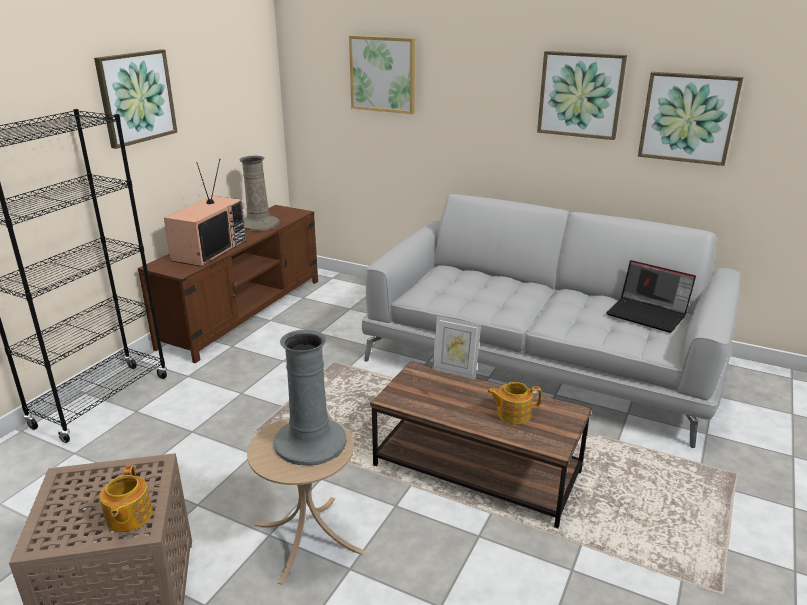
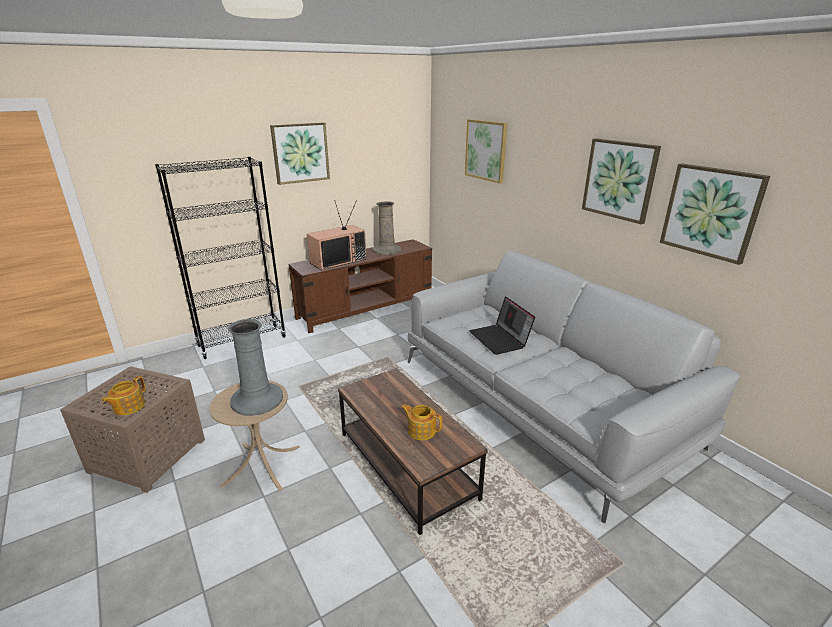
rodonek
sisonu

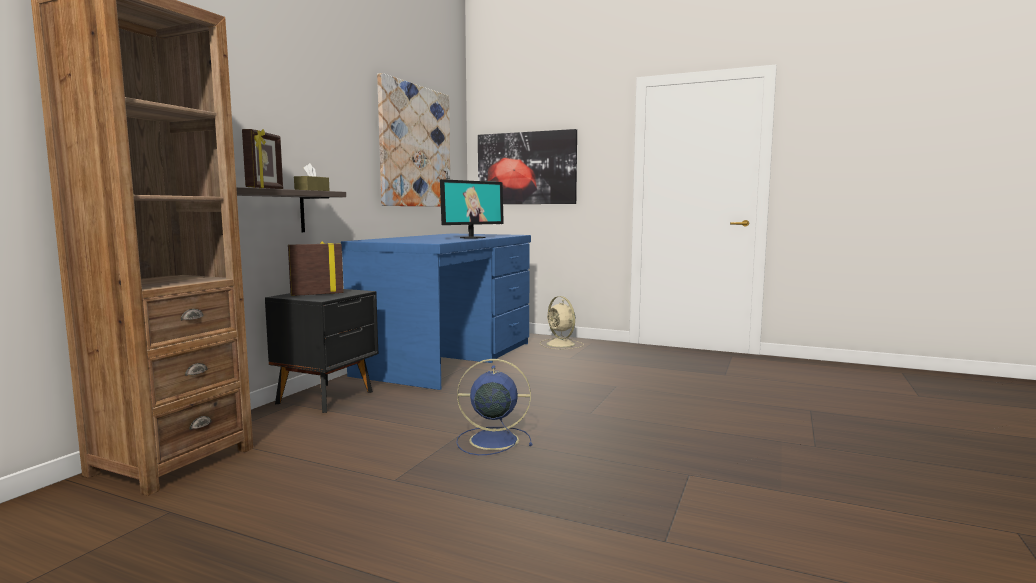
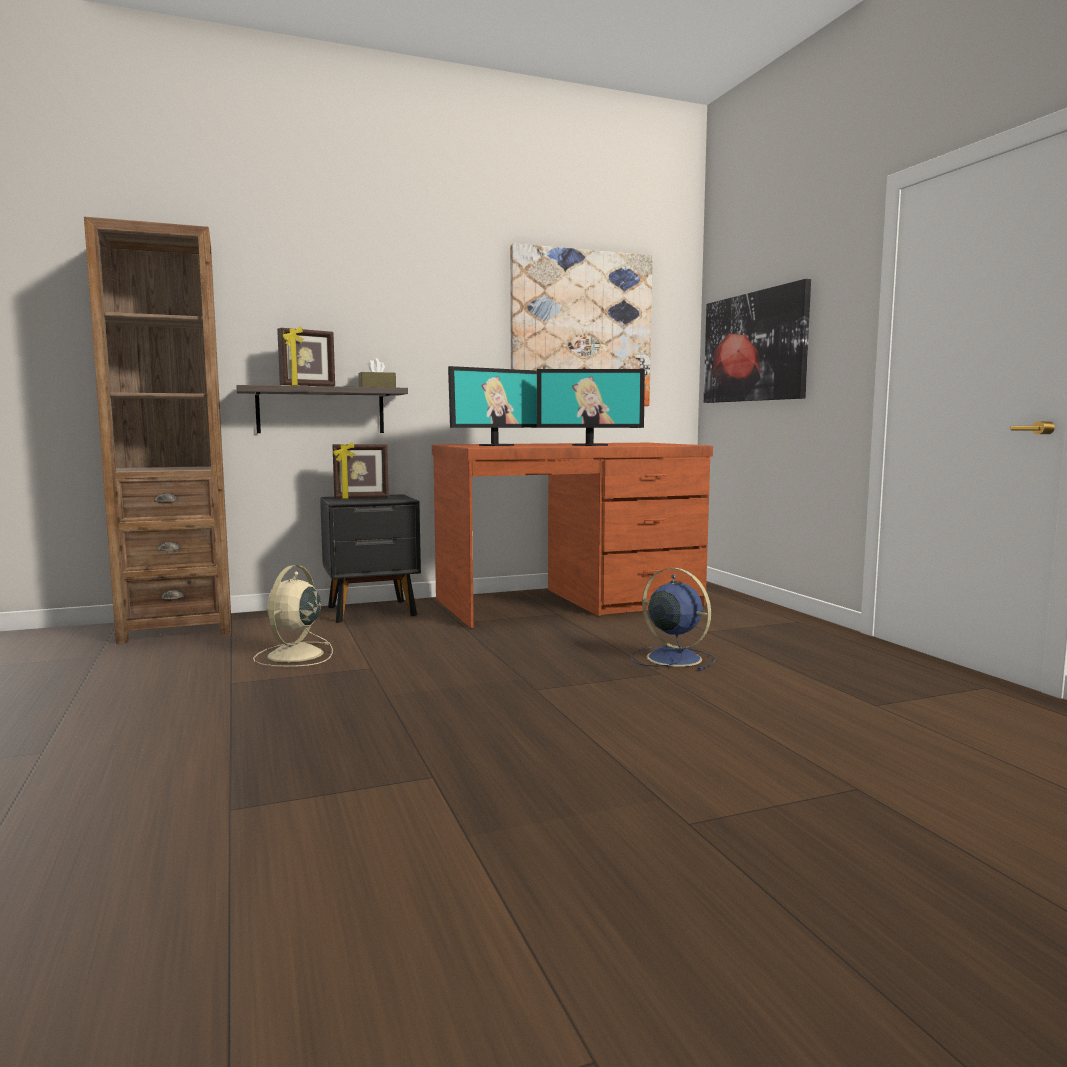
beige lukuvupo
sisonu (2nd from left)
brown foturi
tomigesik (1st from left)
blue lukuvupo

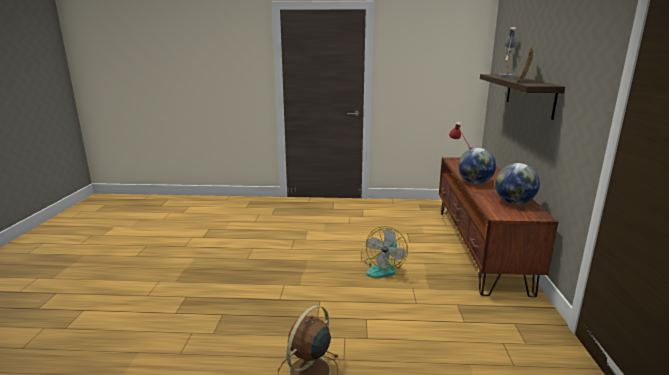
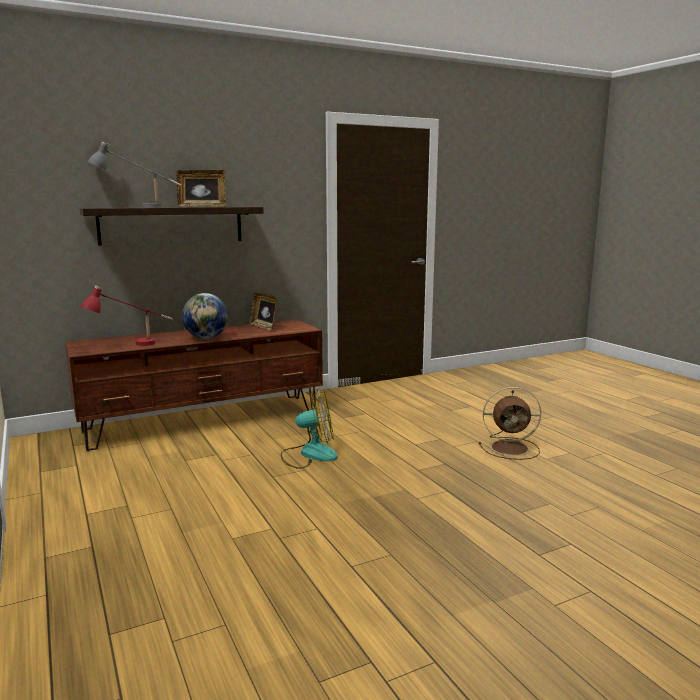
sisonu (2nd from left)

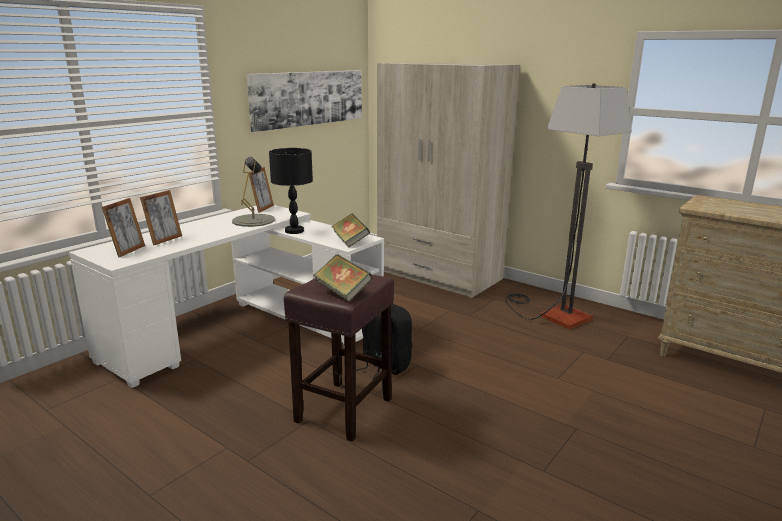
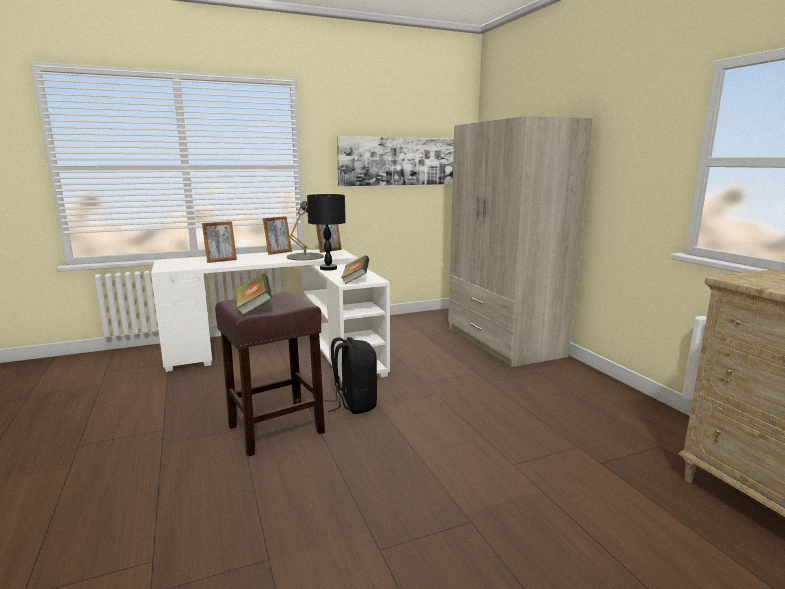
sisonu (2nd from left)
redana

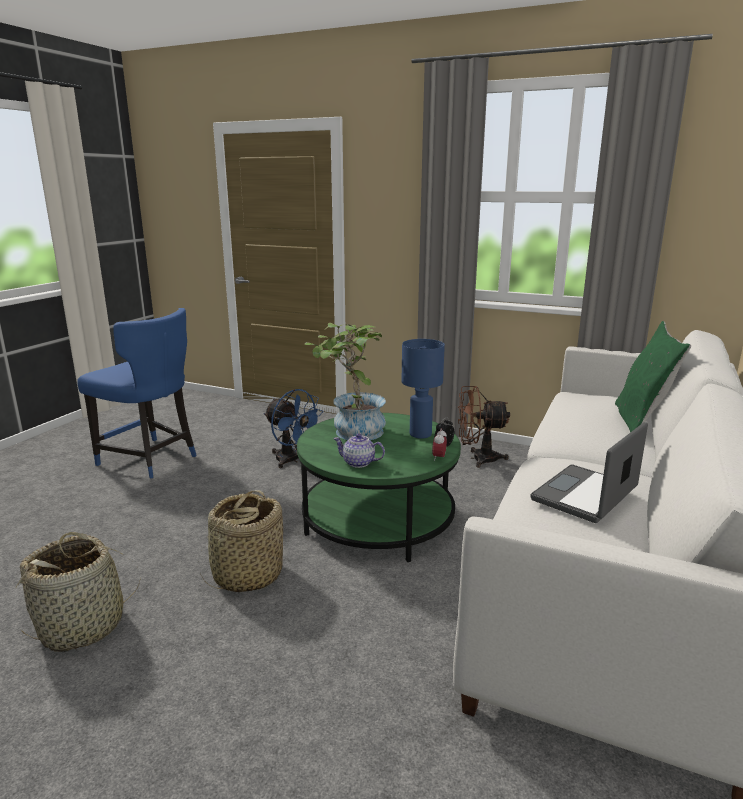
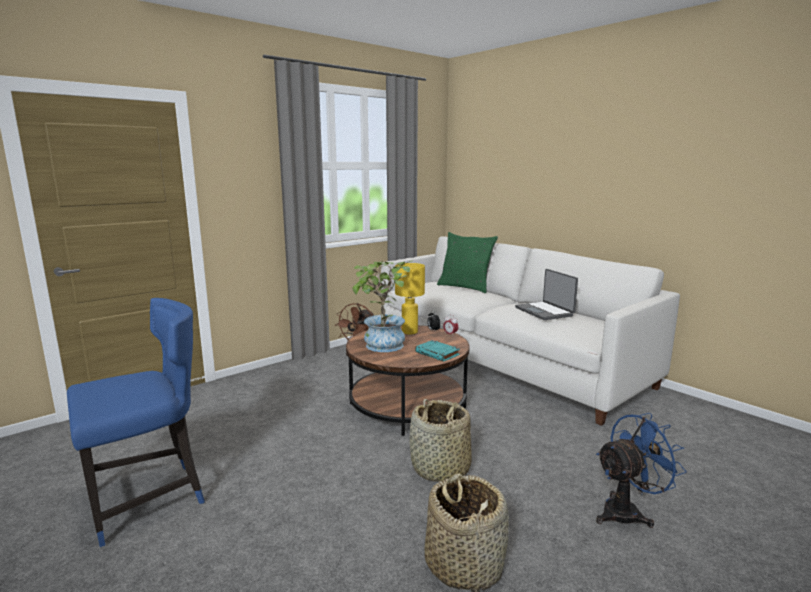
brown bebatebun
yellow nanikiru
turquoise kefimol
blue lukuvupo

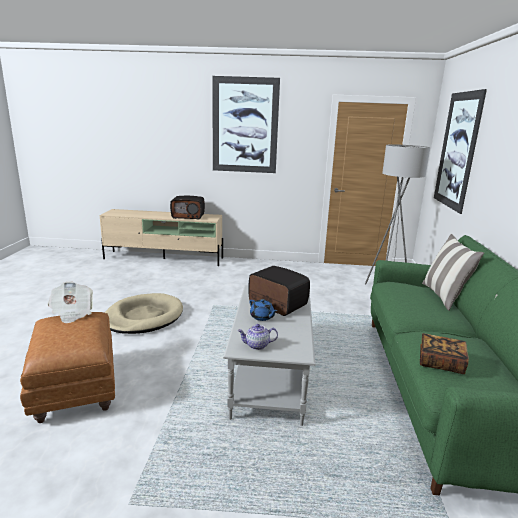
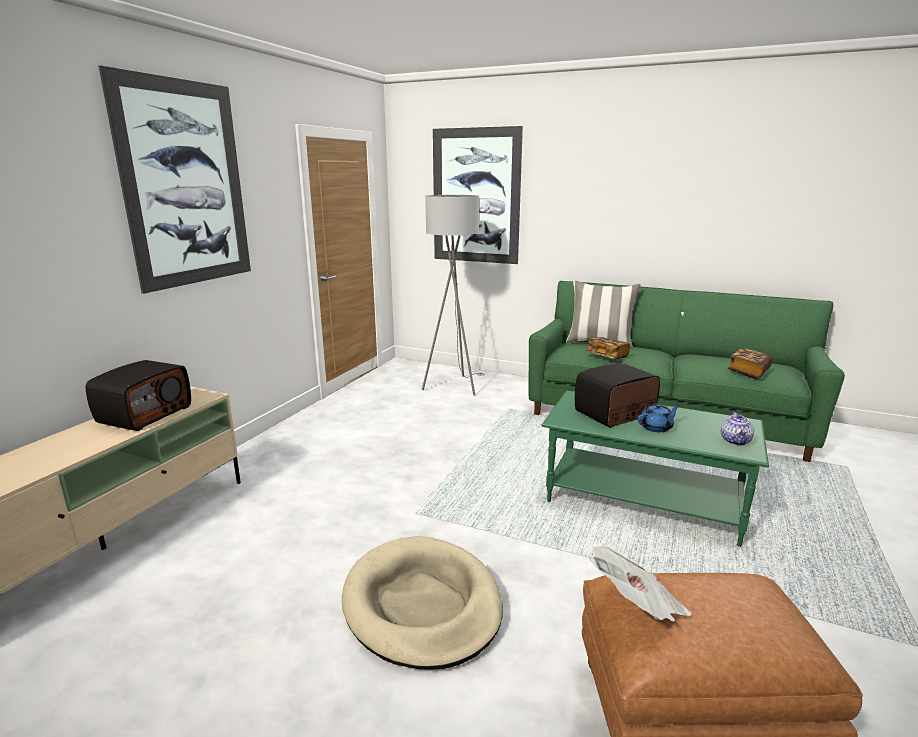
green bebatebun
kefimol (1st from left)

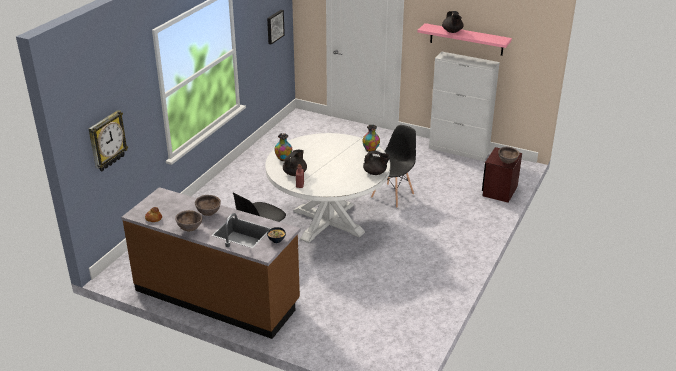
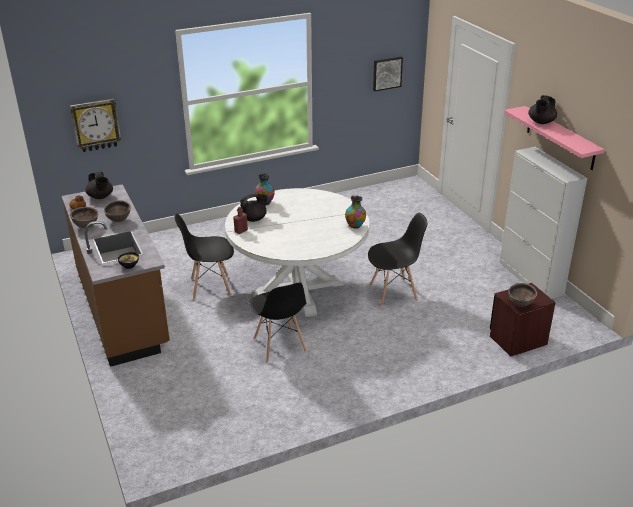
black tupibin (1st from left)
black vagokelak (2nd from left)

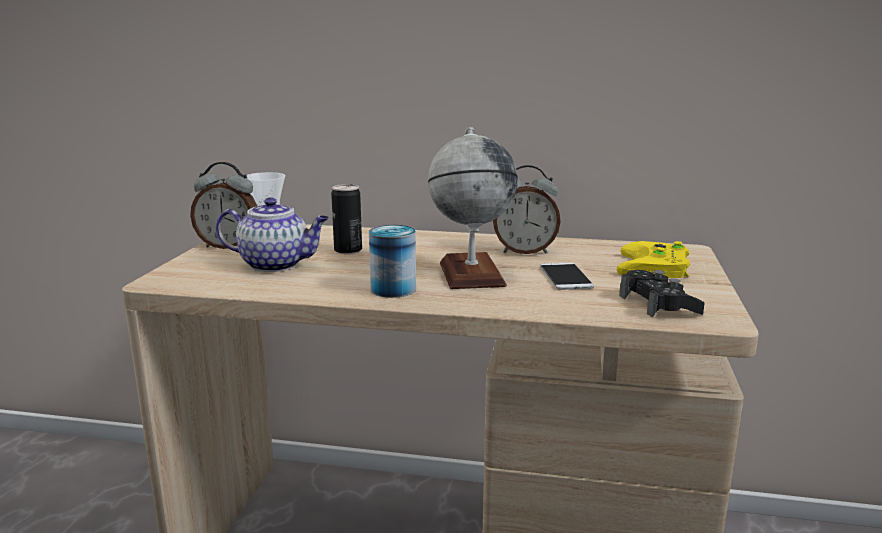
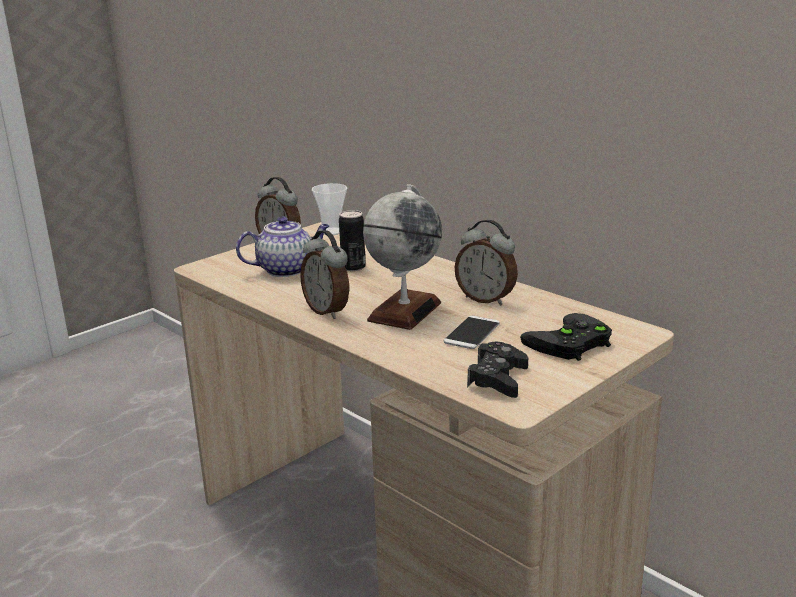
tupibin
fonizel (2nd from left)
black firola (2nd from left)

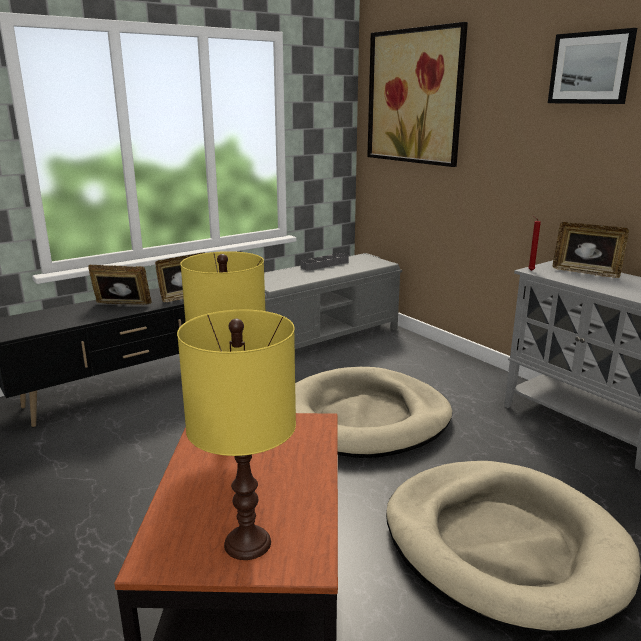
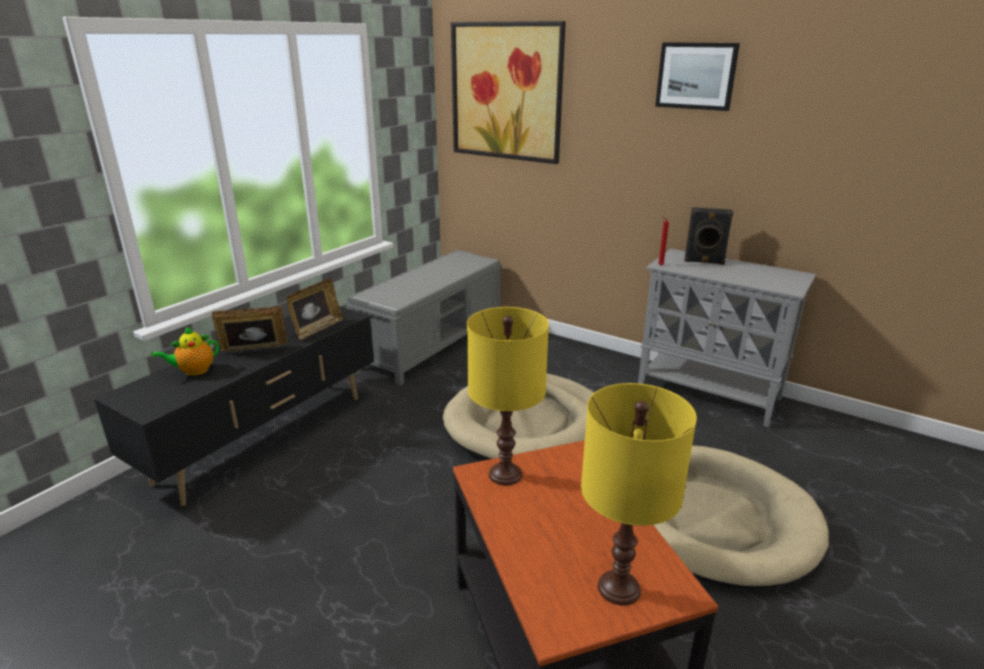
tupibin
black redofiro
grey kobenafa

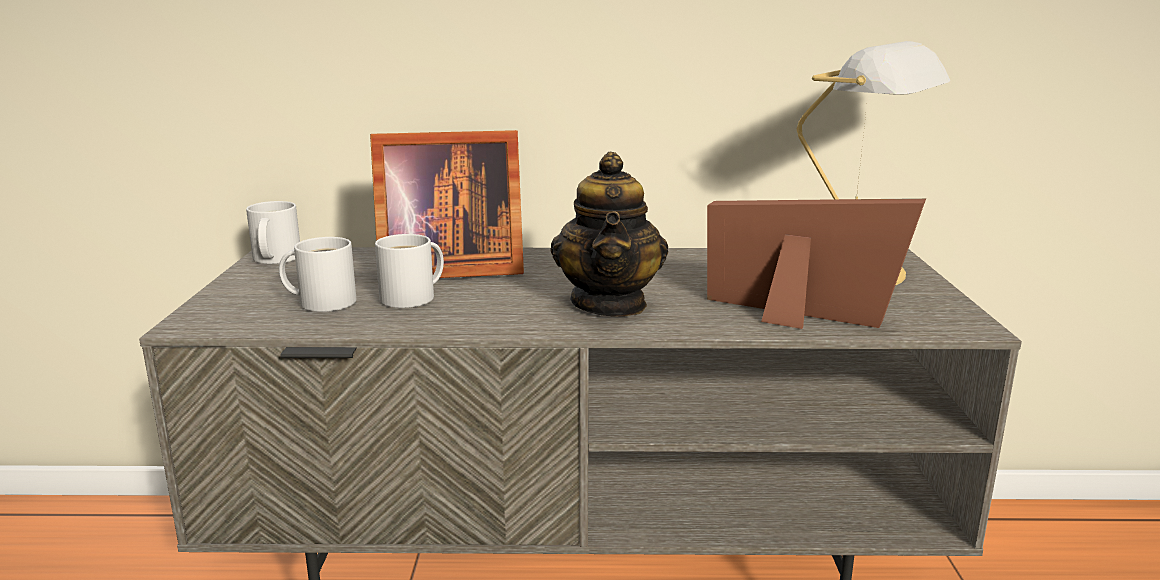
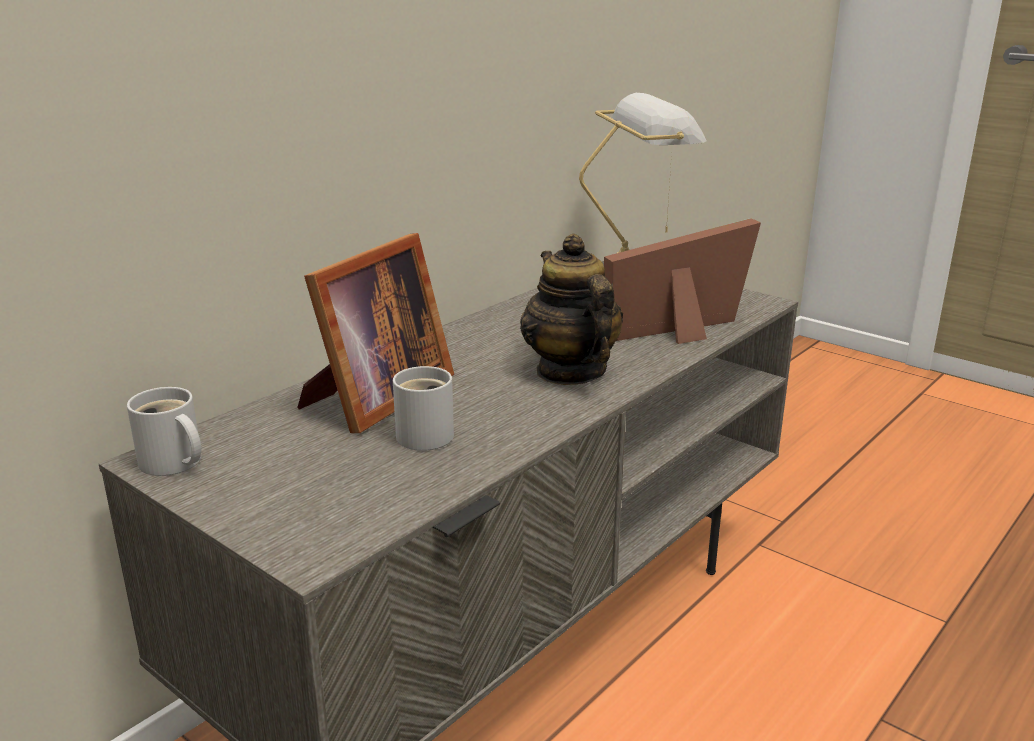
tupibin
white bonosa (2nd from left in the first image)

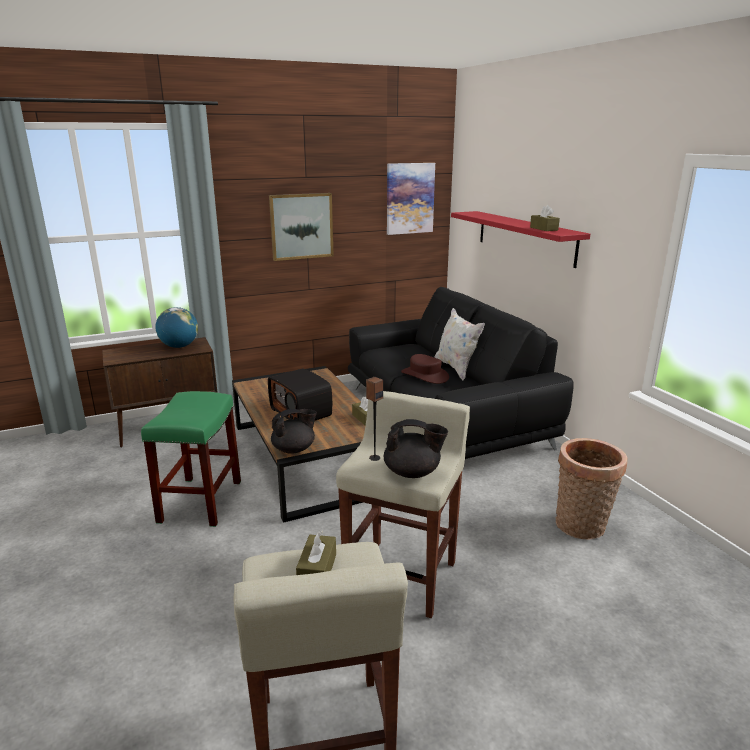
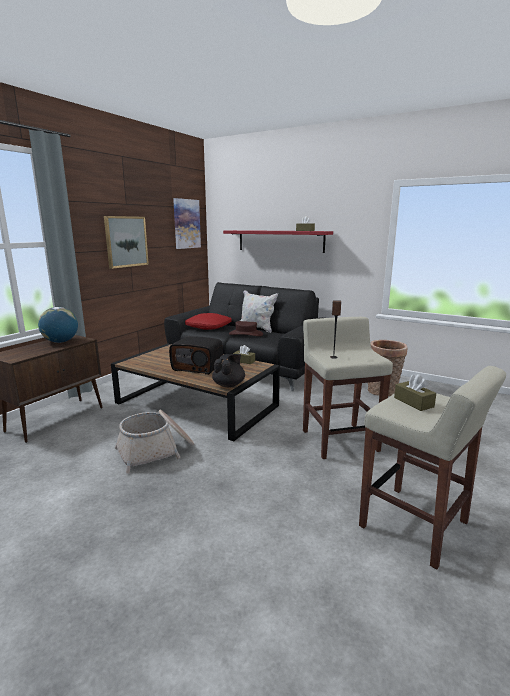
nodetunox (1st from left)
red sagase
black tupibin (2nd from left in the first image)

